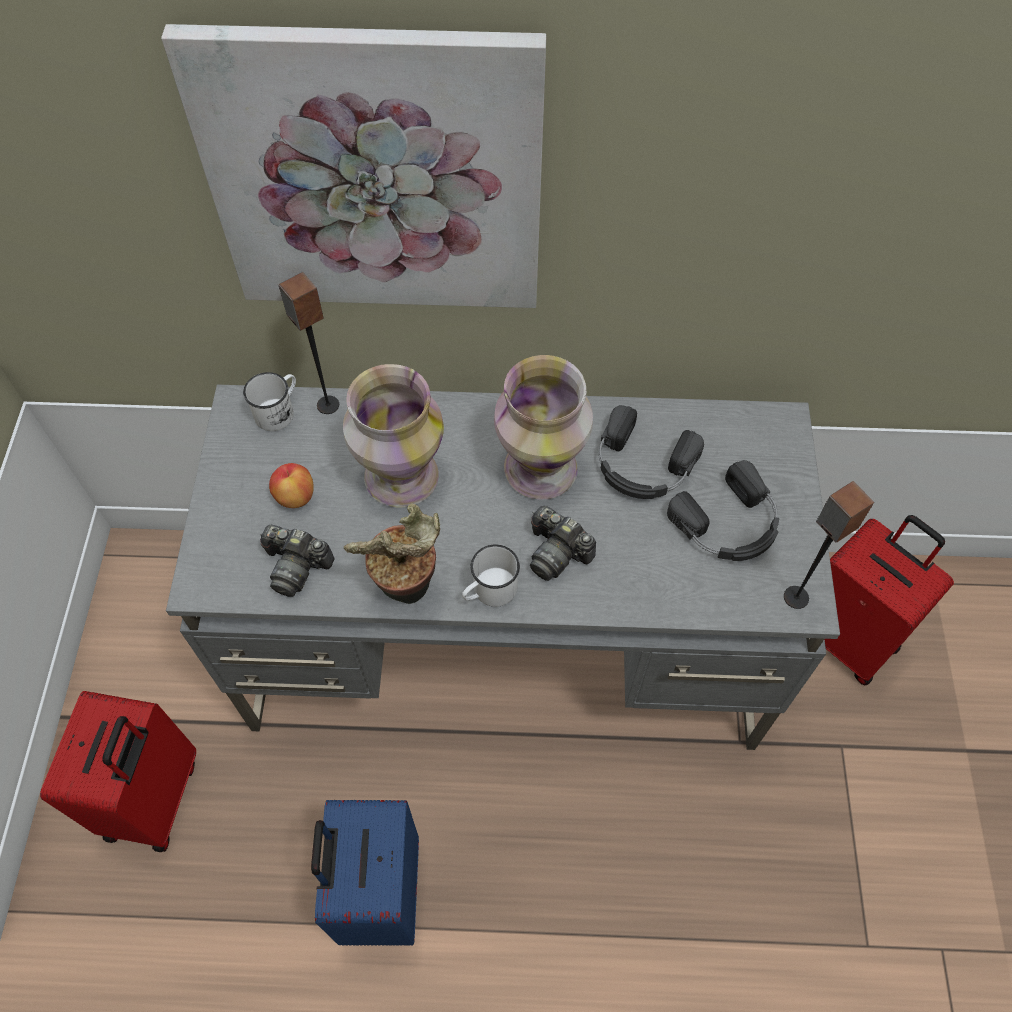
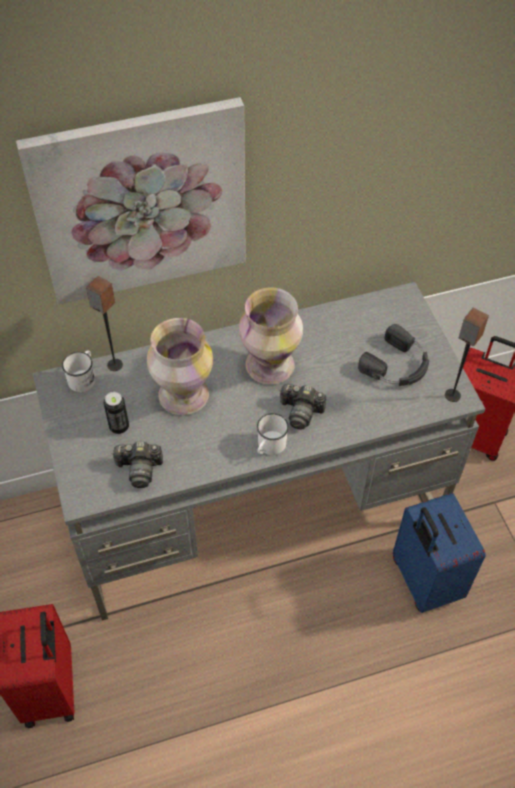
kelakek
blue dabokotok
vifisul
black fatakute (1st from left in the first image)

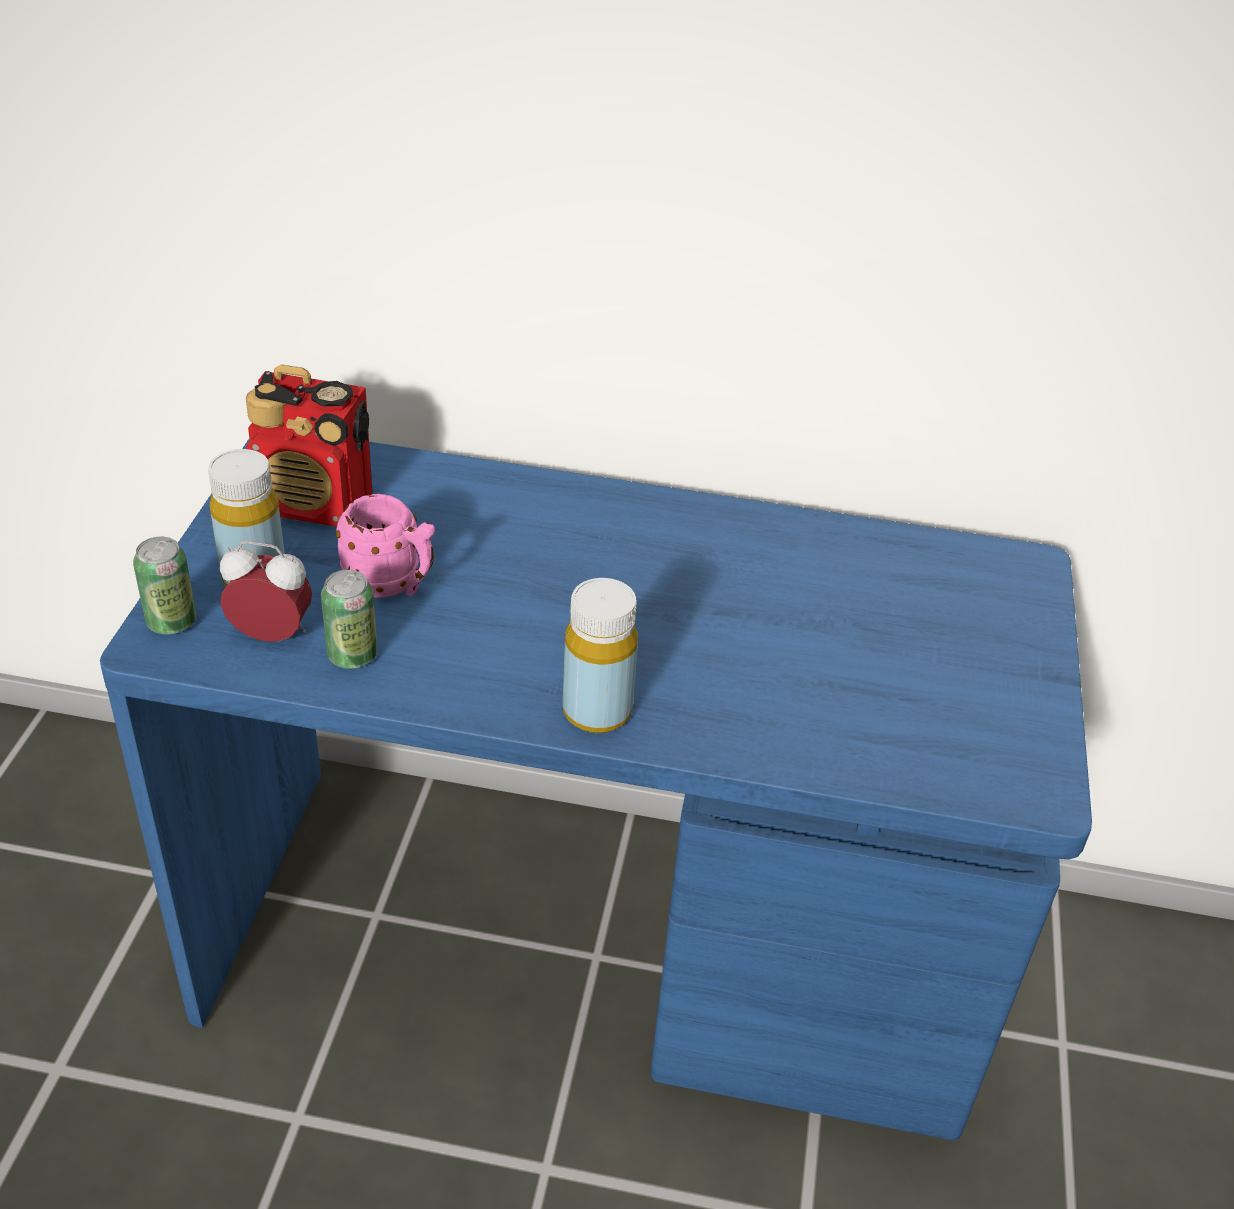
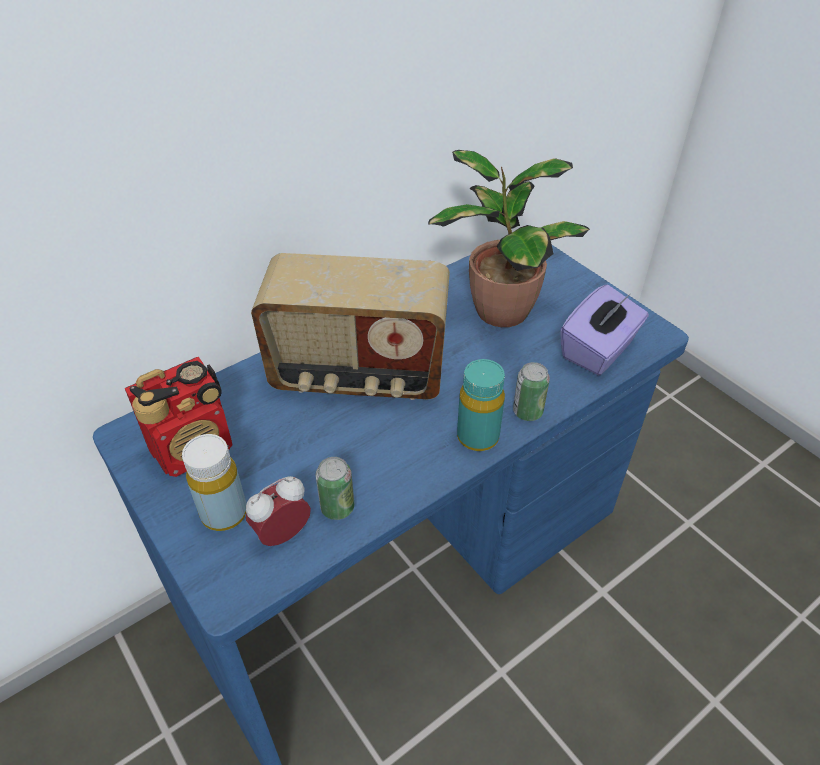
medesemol (2nd from left)
vifisul
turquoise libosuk
kelakek (2nd from left)
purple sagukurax
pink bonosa

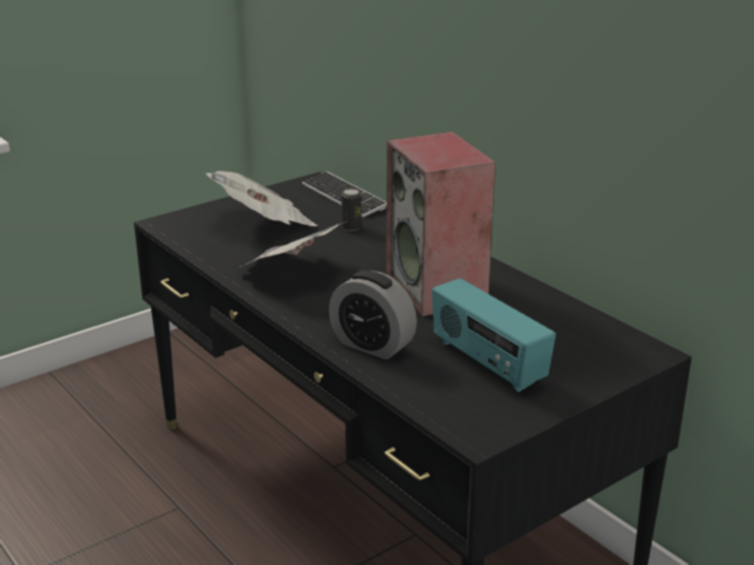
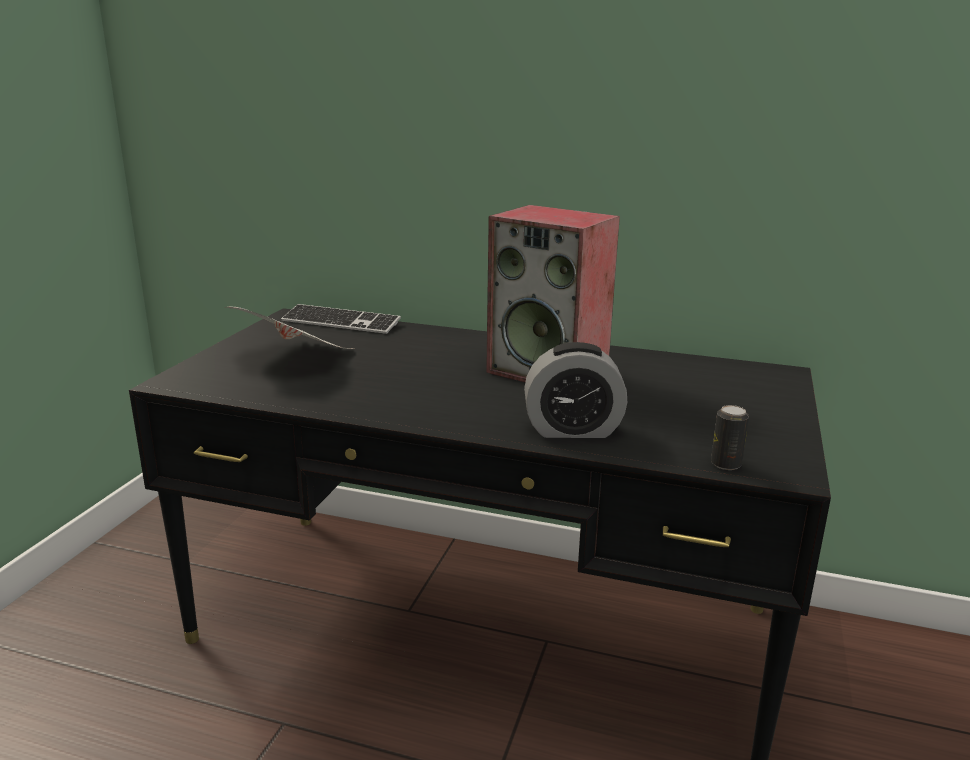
kelakek
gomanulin (2nd from left in the first image)
medesemol

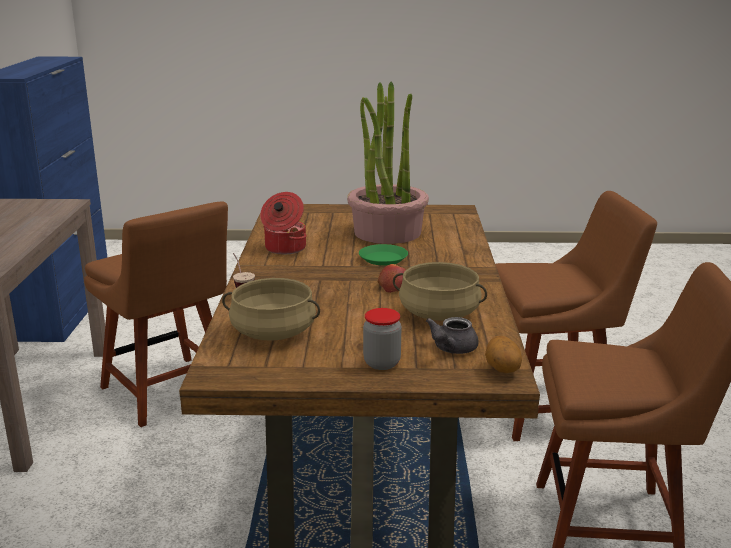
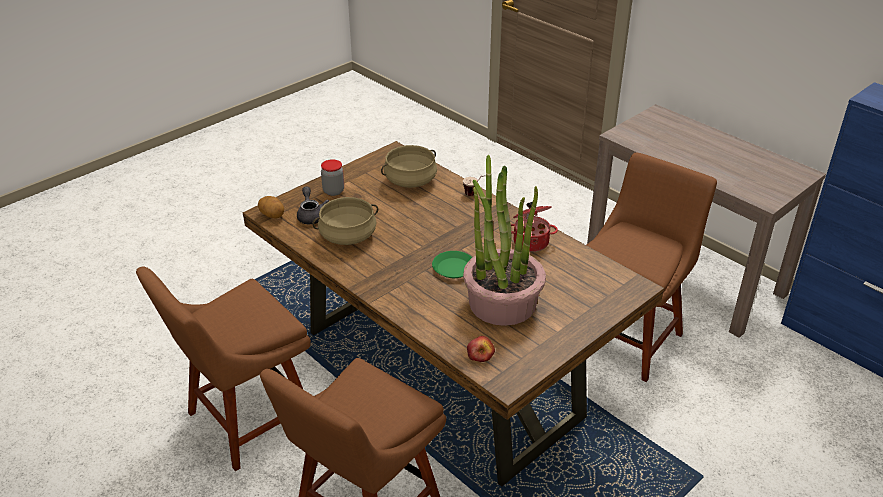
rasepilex
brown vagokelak (3rd from left)

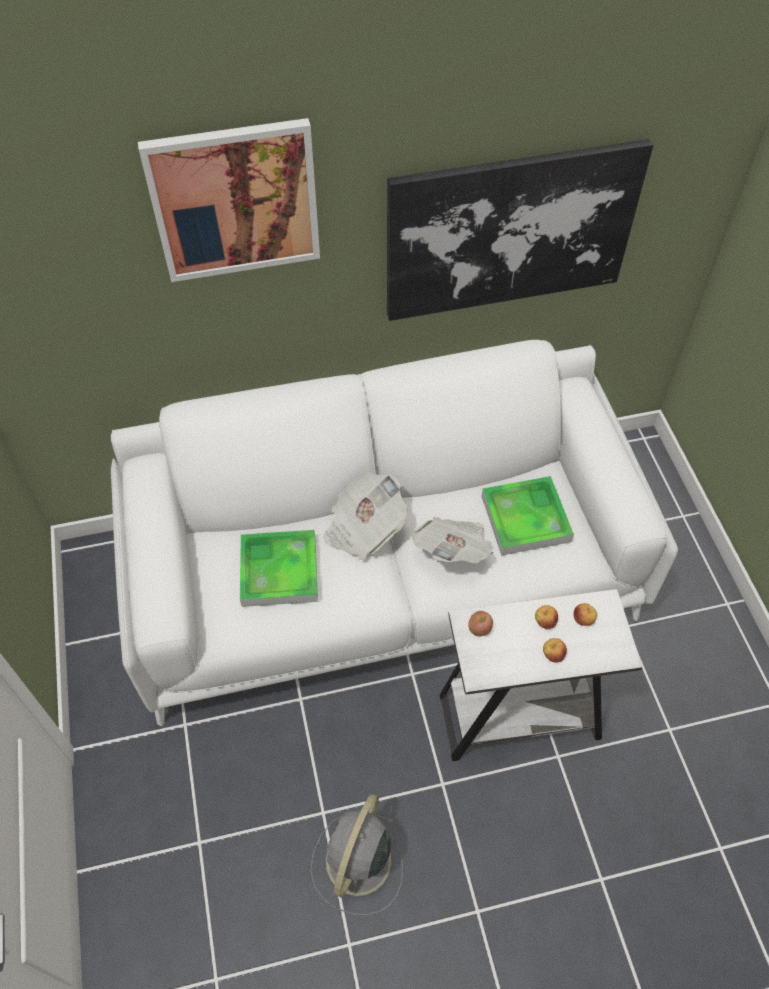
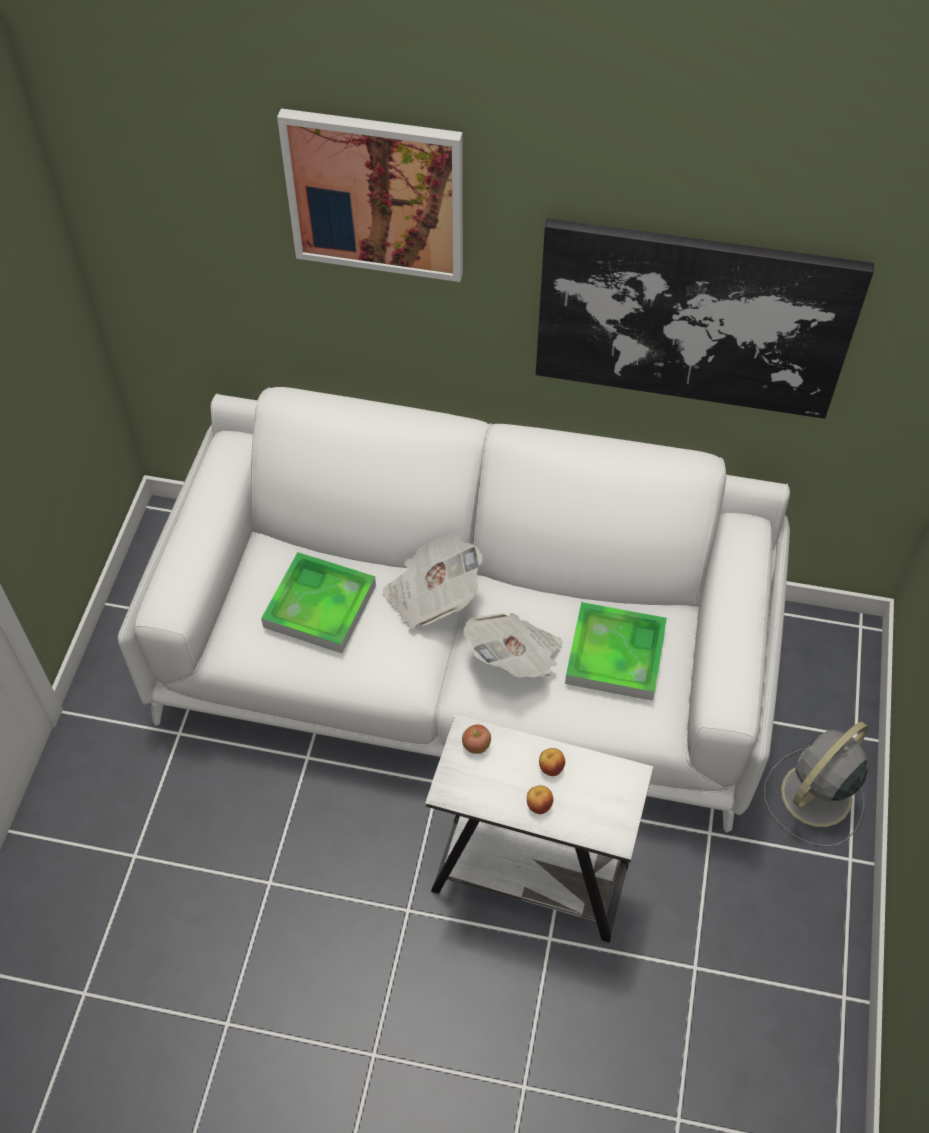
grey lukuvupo
rasepilex (4th from left in the first image)

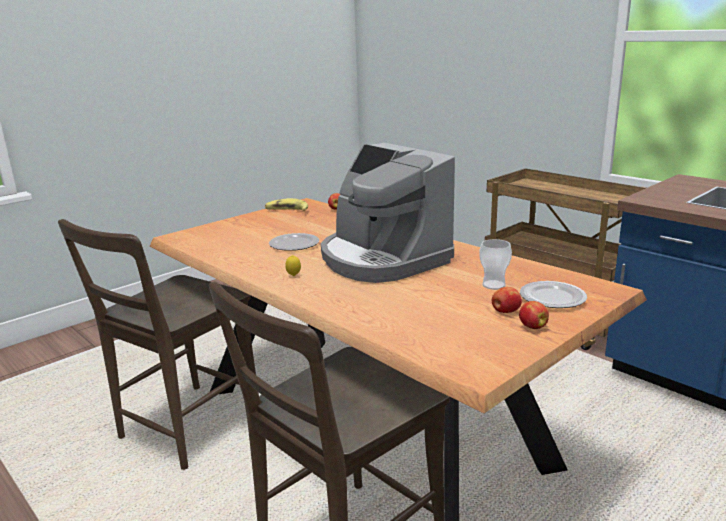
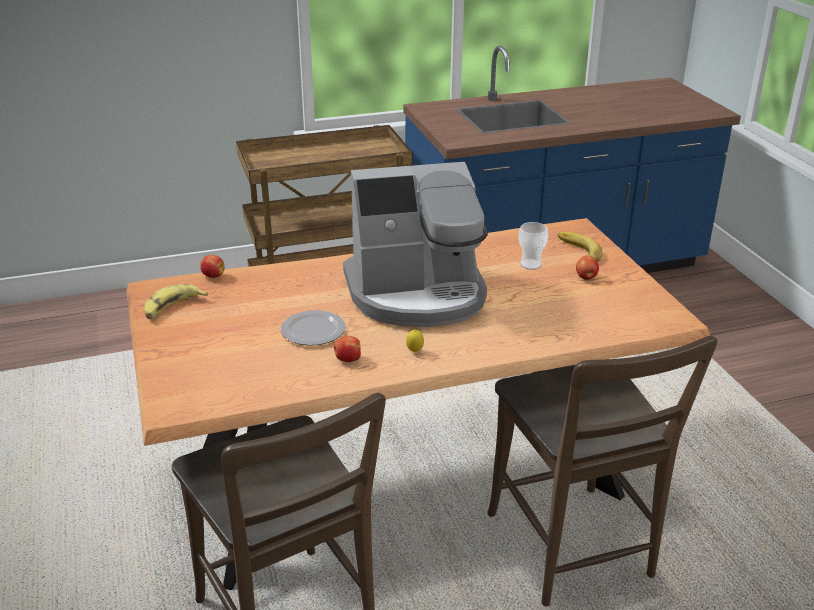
rasepilex (2nd from left)
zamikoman (2nd from left)

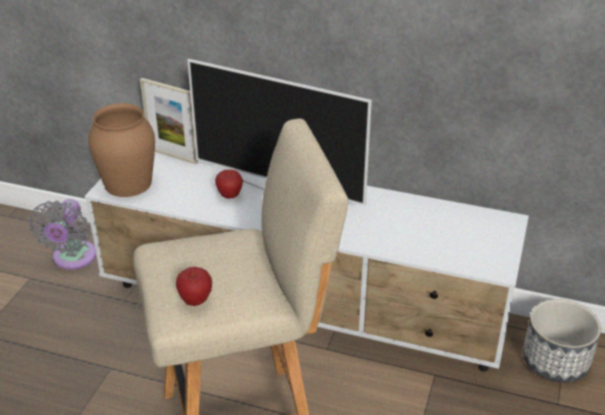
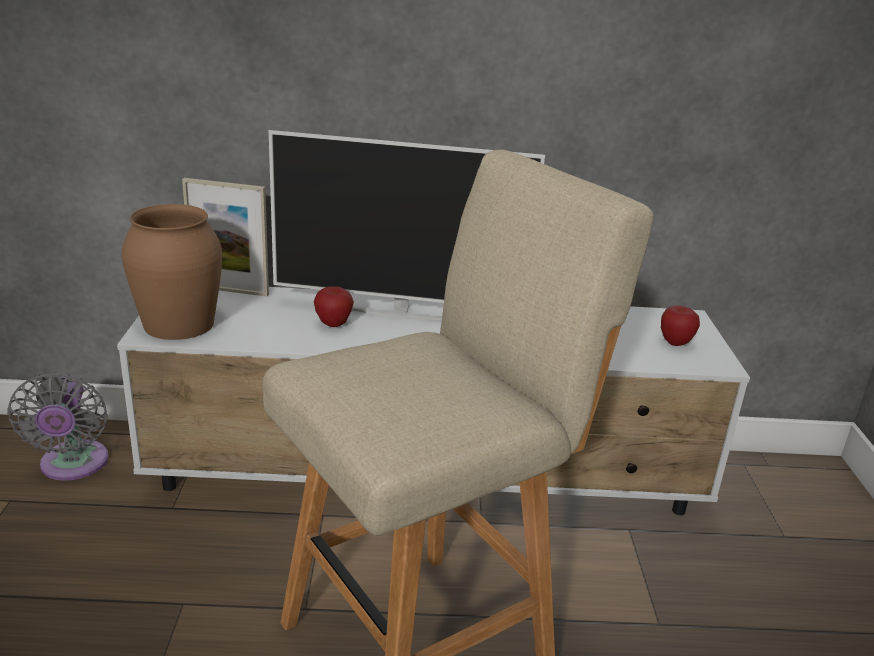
rasepilex (2nd from left)
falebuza

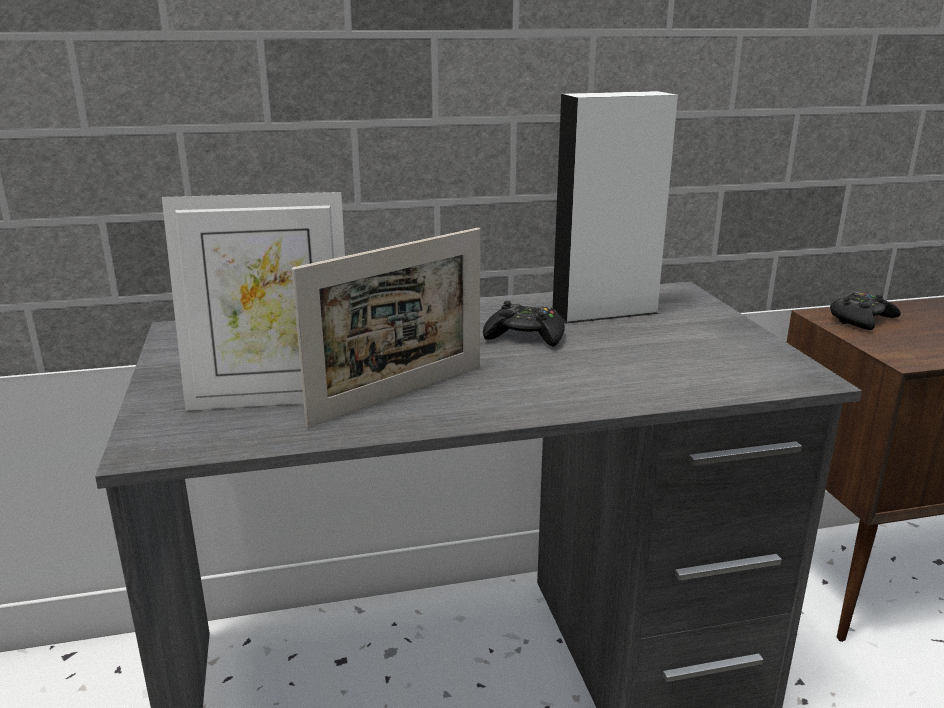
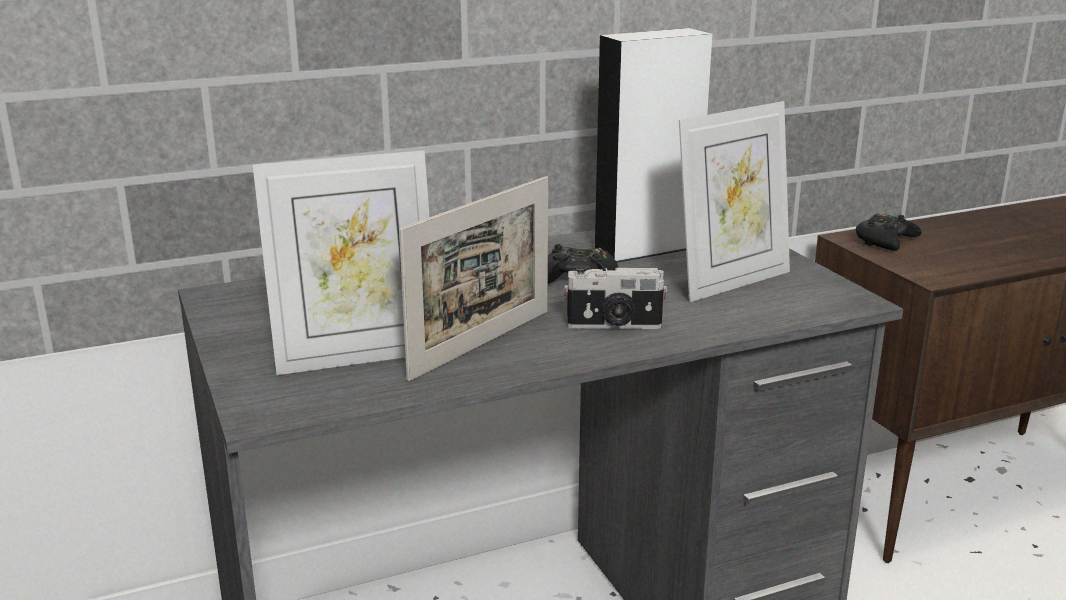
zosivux
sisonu (3rd from left)

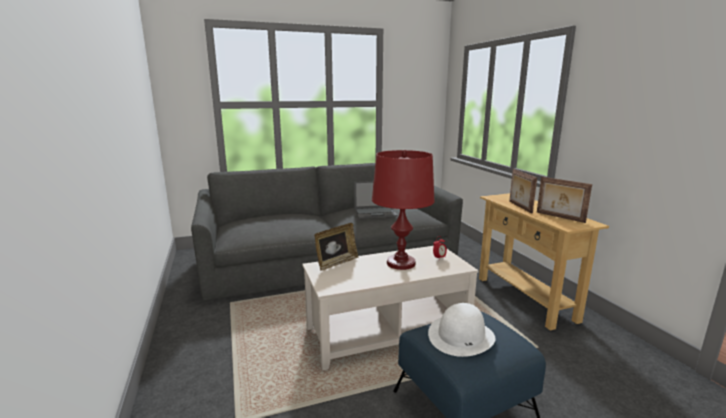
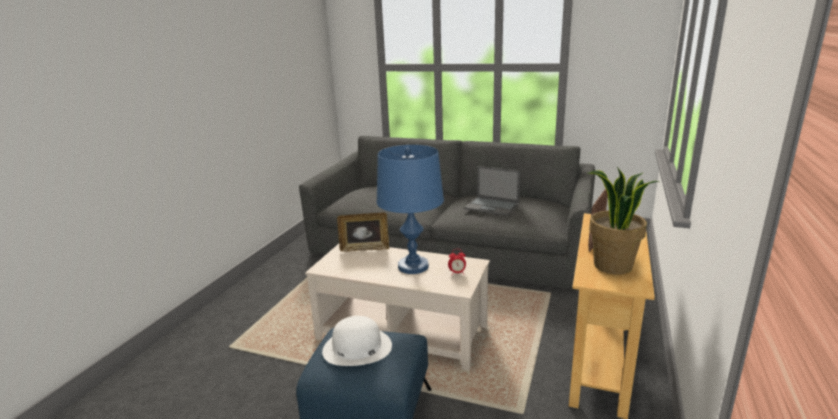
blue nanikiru
vifisul

